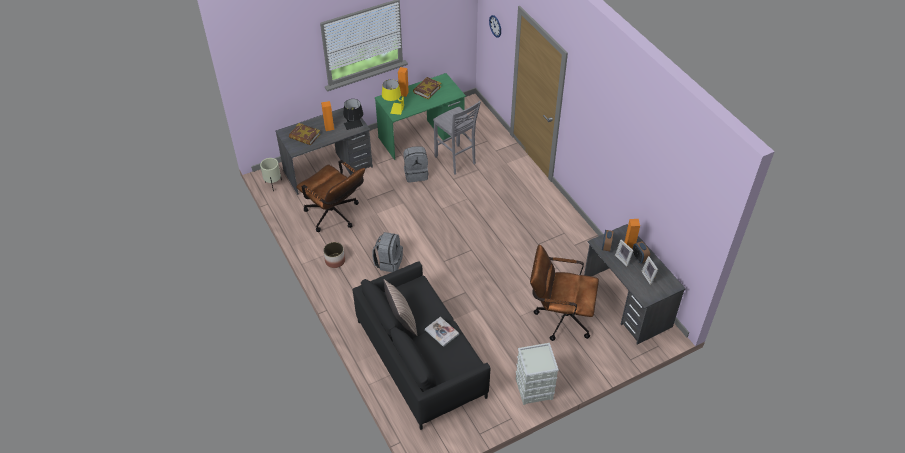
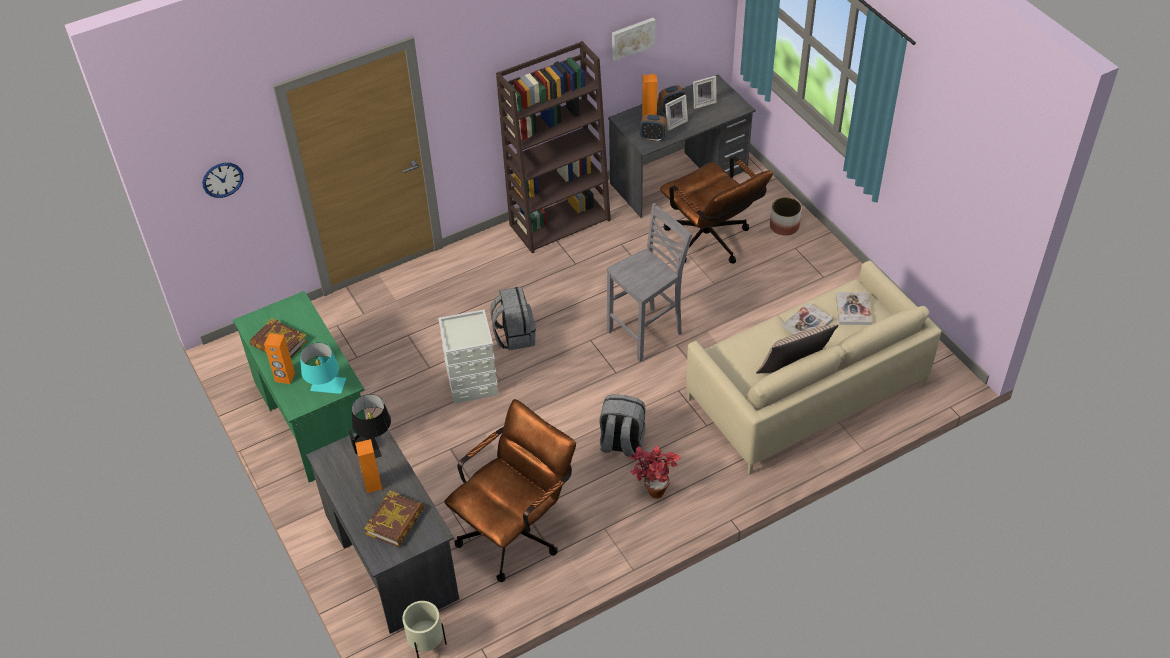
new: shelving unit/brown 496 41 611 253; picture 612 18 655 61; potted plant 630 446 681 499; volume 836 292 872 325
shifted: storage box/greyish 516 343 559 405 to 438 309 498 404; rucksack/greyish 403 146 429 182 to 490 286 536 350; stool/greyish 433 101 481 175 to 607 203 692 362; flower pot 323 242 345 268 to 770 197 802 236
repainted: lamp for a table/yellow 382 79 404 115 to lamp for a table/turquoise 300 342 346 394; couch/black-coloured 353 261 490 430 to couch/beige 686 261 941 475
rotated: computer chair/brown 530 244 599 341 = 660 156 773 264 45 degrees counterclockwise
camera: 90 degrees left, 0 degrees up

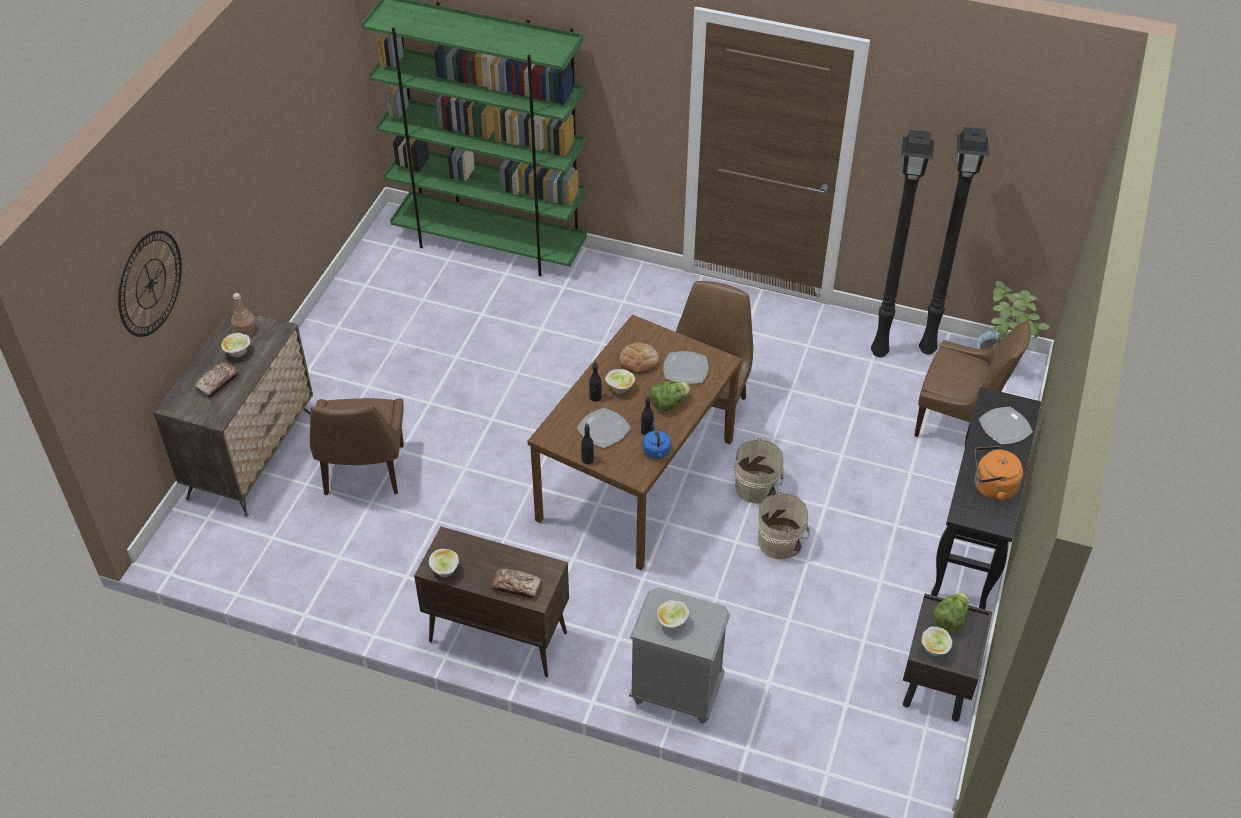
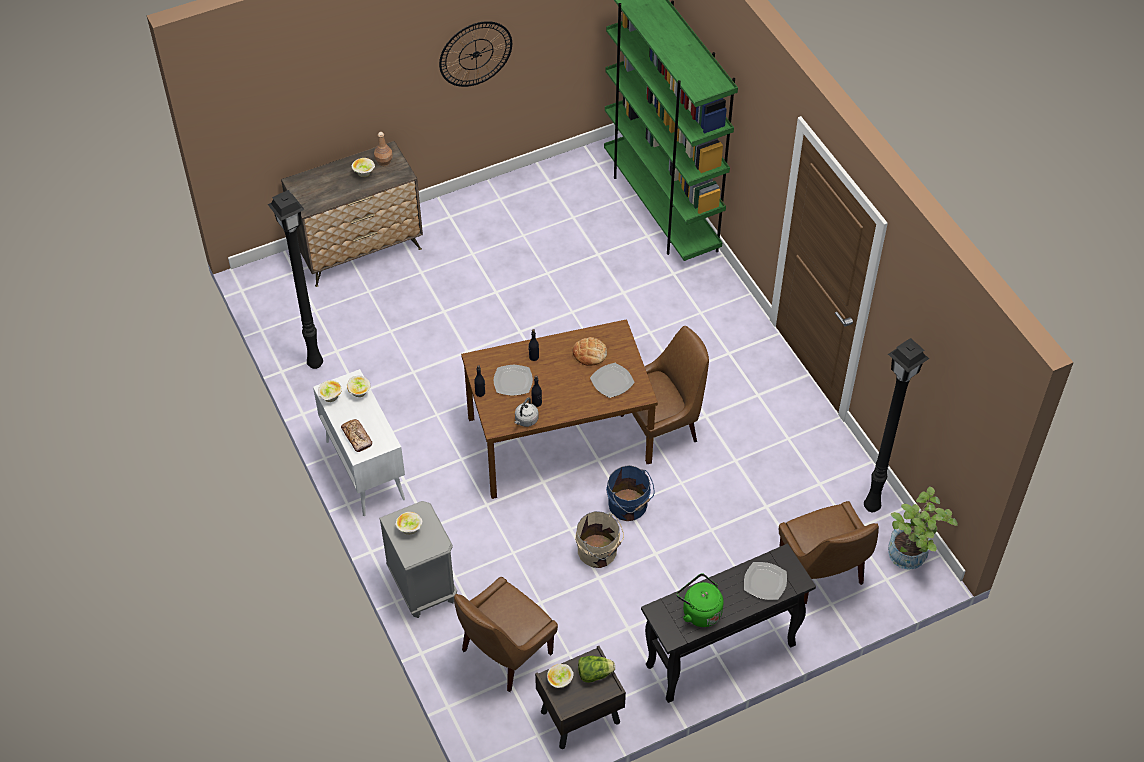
gone: baked bread 195 362 239 397; lettuce head 650 381 690 411
shifted: standing lamp/black-coloured 871 130 934 357 to 268 190 323 369; bowl 605 369 635 394 to 347 375 370 397; clock on the wall 118 230 182 337 to 439 21 512 87; plain chair/brown 310 398 404 495 to 454 577 558 692
repainted: cupboard/brown 414 526 569 677 to cupboard/white-coloured 313 369 405 516; tea kettle/bluish 642 423 671 459 to tea kettle/greyish 514 397 539 427; bucket/beige 734 437 784 504 to bucket/bluish 606 465 655 521; tea kettle/orangey 975 446 1023 501 to tea kettle/greenish 677 573 724 627
camera: 45 degrees right, 5 degrees up

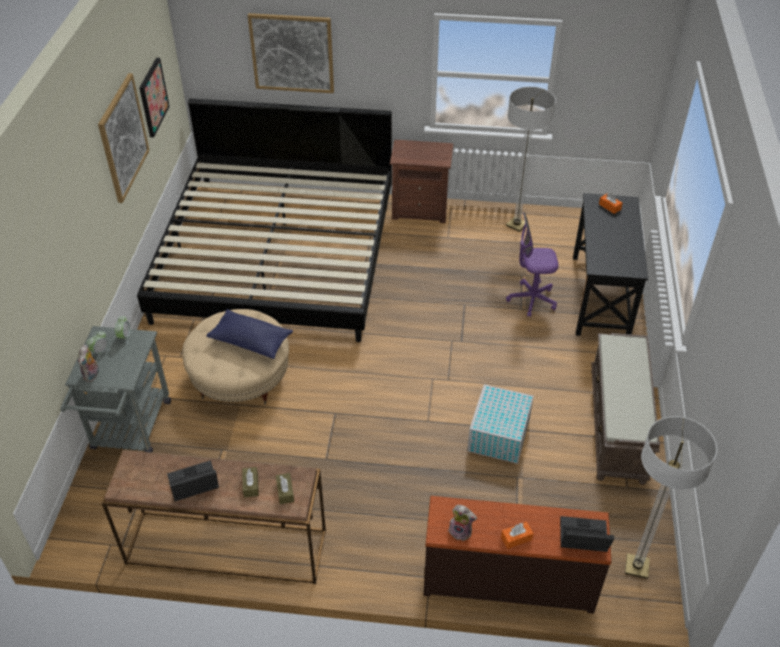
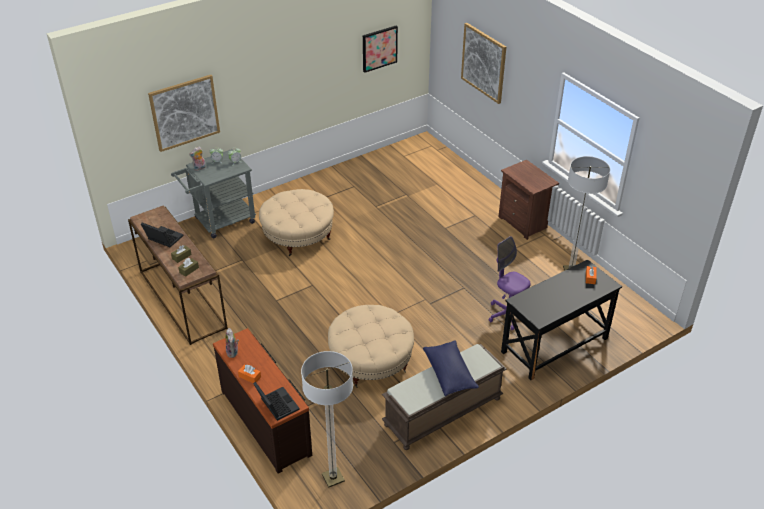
gone: bedroom bed 137 98 392 342
shifted: picture 98 73 149 203 to 148 75 220 152; pillow/bluish 206 309 293 359 to 423 340 479 396
swapped: storage box/white-coloured 467 384 534 464 to ottoman/beige 328 305 414 388
camera: 50 degrees right, 5 degrees down

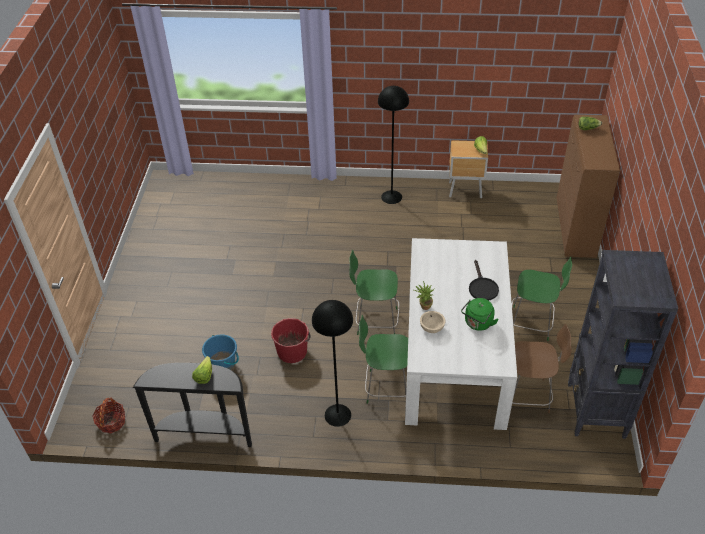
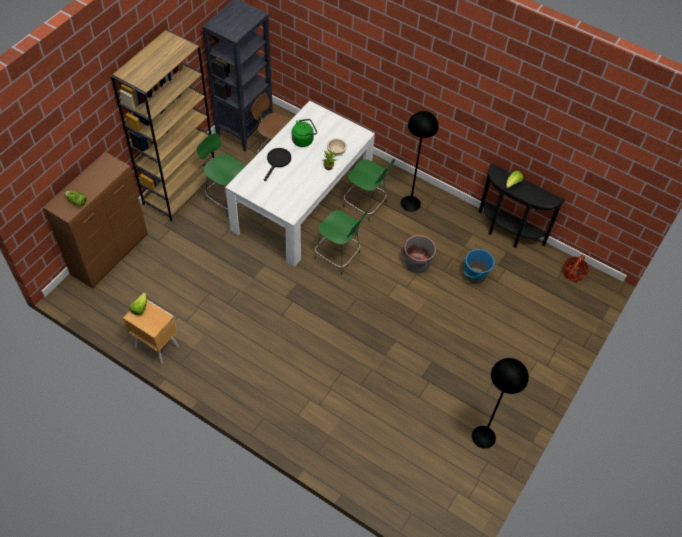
new: shelving unit/brown 111 30 214 221
shifted: standing lamp/black-coloured 378 86 409 204 to 472 358 529 449
repainted: bucket/red 271 318 311 363 to bucket/greyish 403 235 436 273
camera: 155 degrees left, 10 degrees up

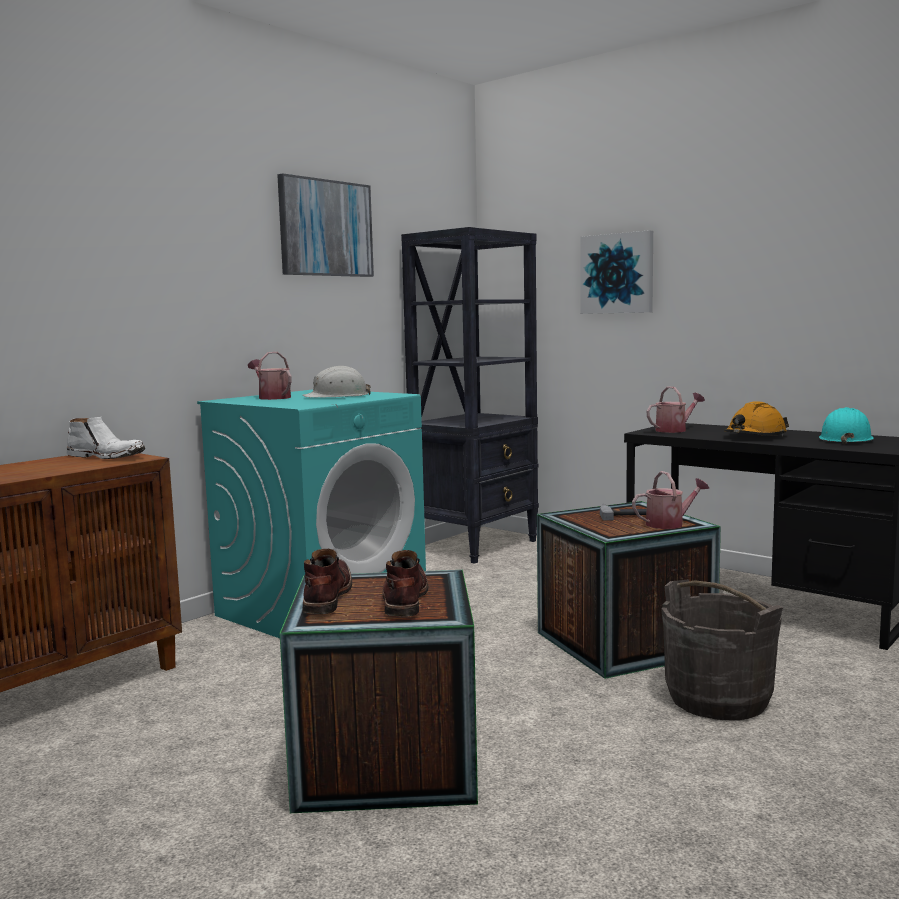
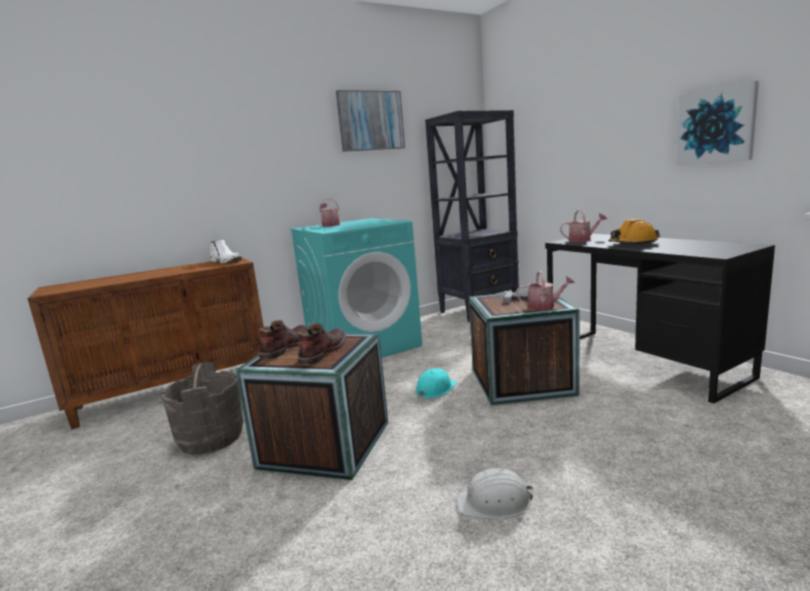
shifted: bucket/greyish 662 579 783 720 to 160 362 243 455; safety helmet/turquoise 819 407 874 444 to 415 368 457 398; safety helmet/white-coloured 302 366 371 397 to 456 468 533 520; picture 580 230 653 314 to 676 81 759 165
camera: 20 degrees right, 5 degrees up

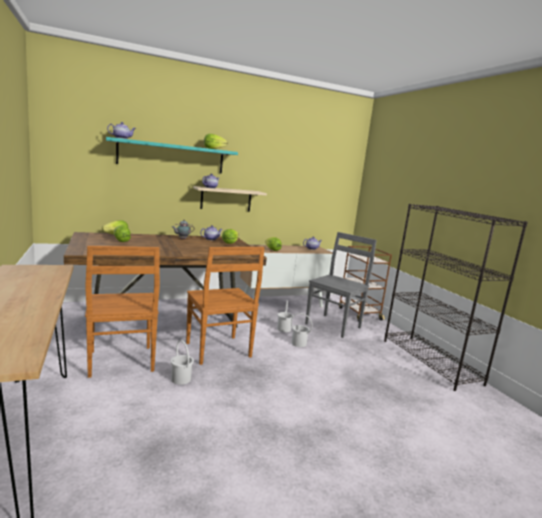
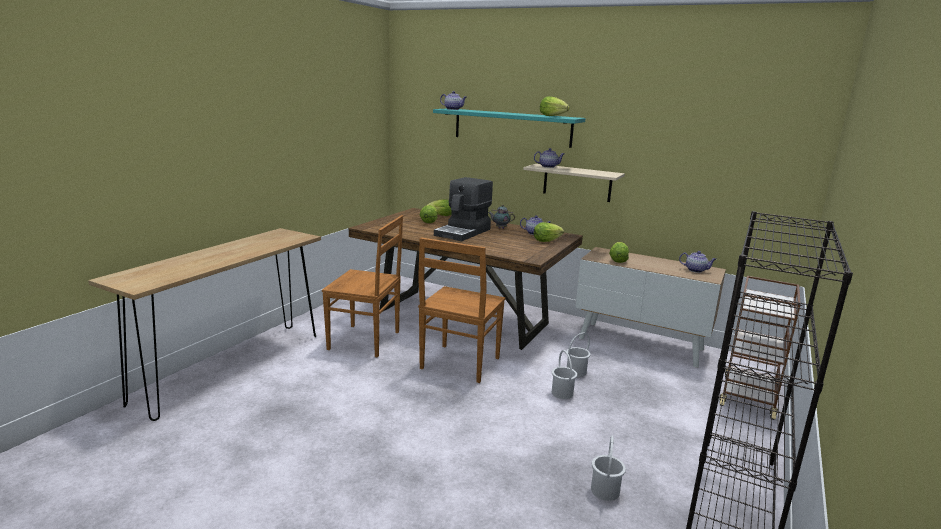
gone: plain chair/greyish 305 232 377 338
new: coffee brewer 434 177 493 241
shifted: bucket/white-coloured 170 340 194 385 to 591 436 626 501
rotated: plain chair/brown 85 246 160 378 = 322 215 403 358 105 degrees counterclockwise
camera: 50 degrees right, 5 degrees up

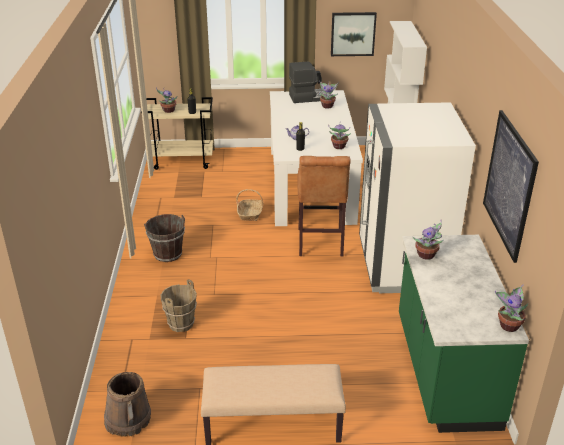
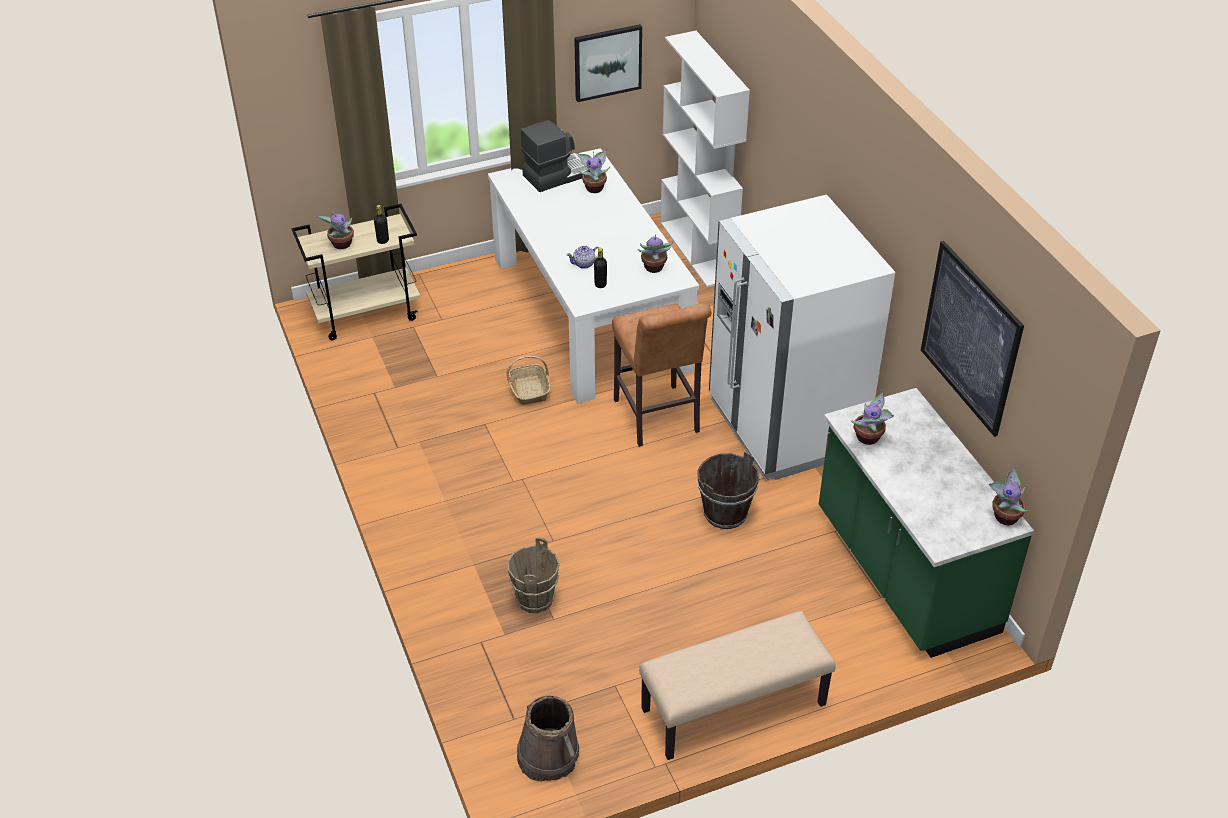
shifted: bucket/brown 144 214 185 262 to 697 452 759 529
camera: 20 degrees left, 10 degrees up

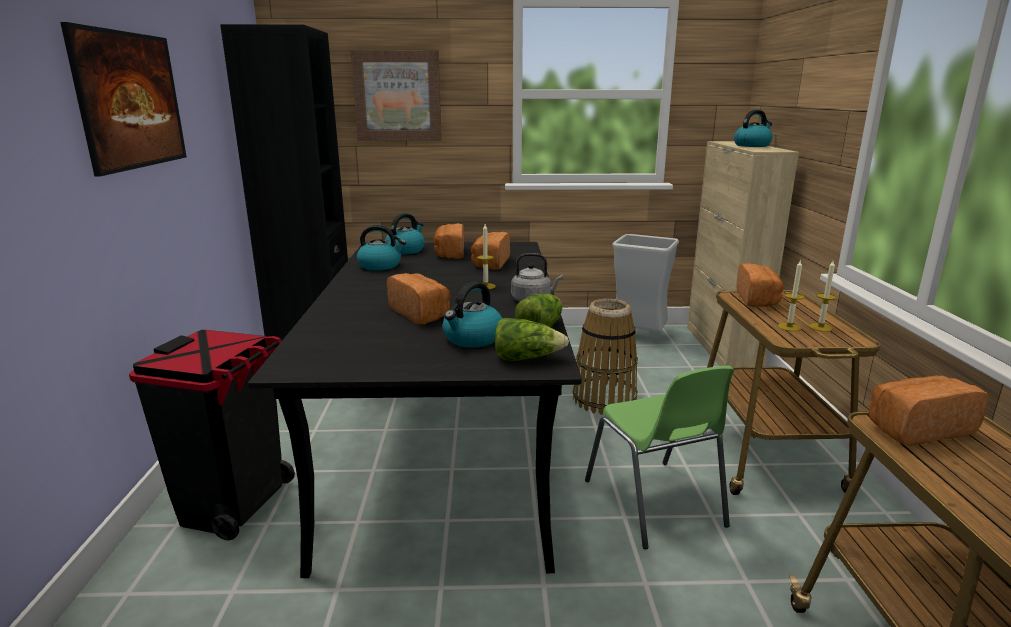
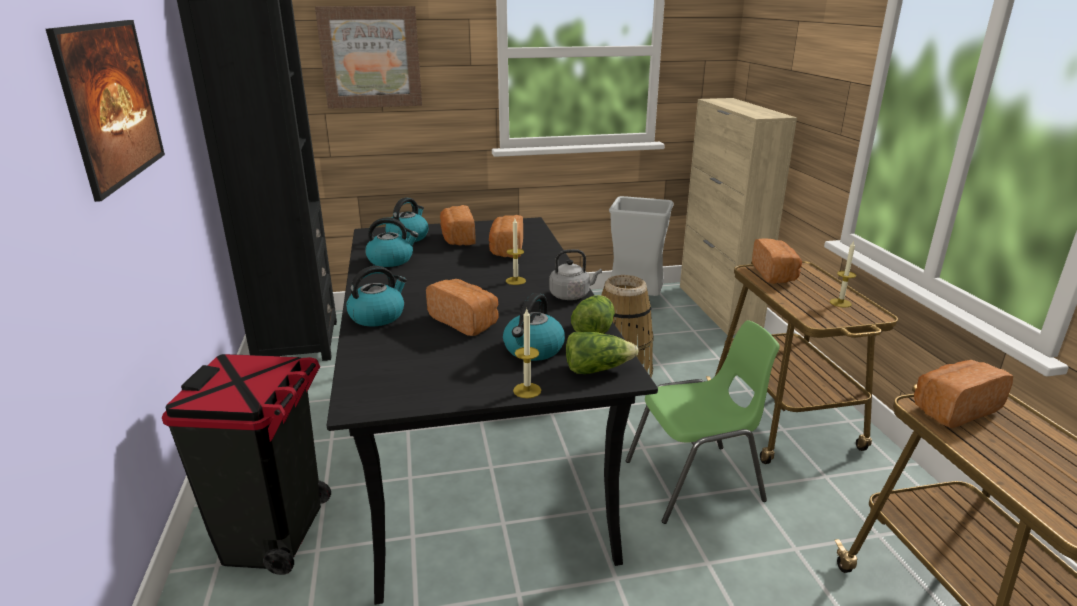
shifted: tea kettle 734 110 773 147 to 346 266 407 326; wax light 778 259 805 331 to 513 308 541 398
rotated: plain chair/greenish 585 366 734 549 = 626 320 780 524 75 degrees counterclockwise
camera: 10 degrees left, 5 degrees up

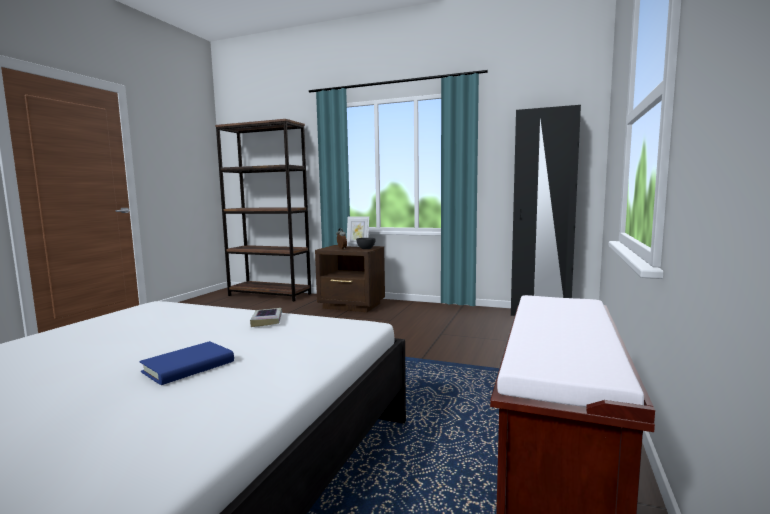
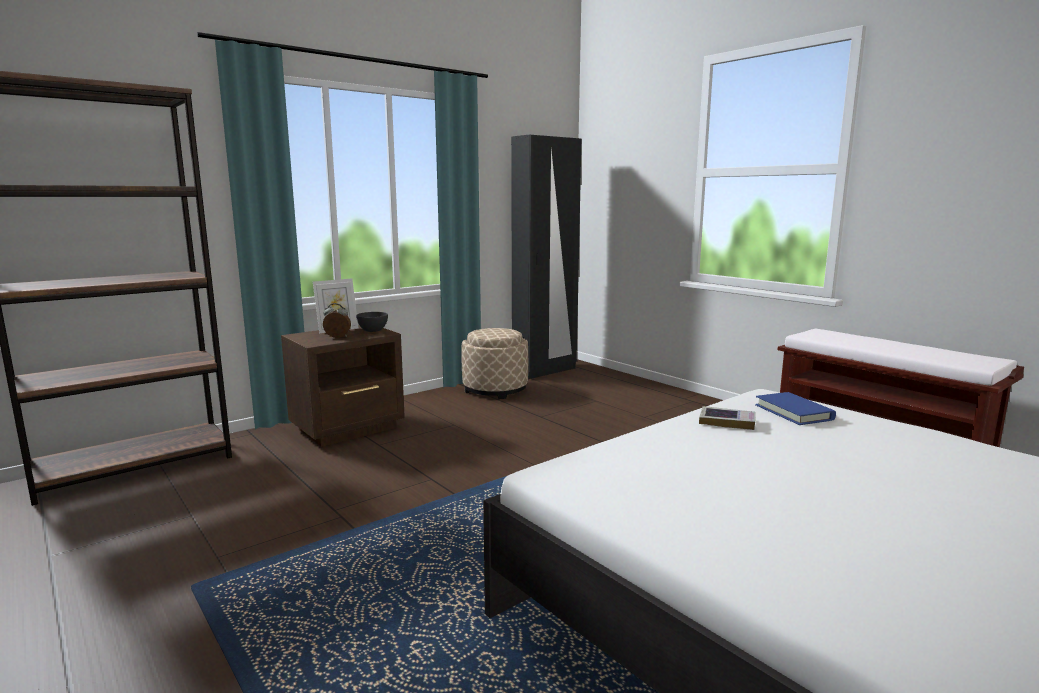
new: ottoman/beige 462 328 528 399
shifted: volume/bluish 140 341 234 385 to 755 392 836 425
camera: 60 degrees left, 5 degrees up

